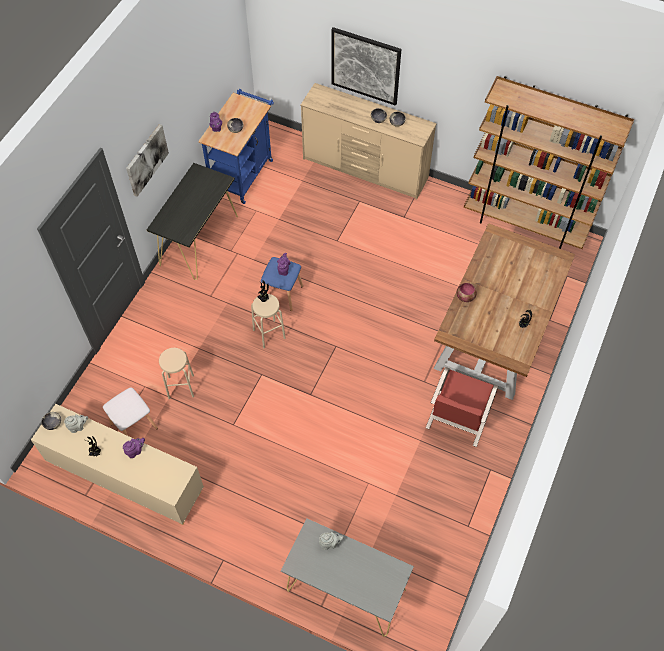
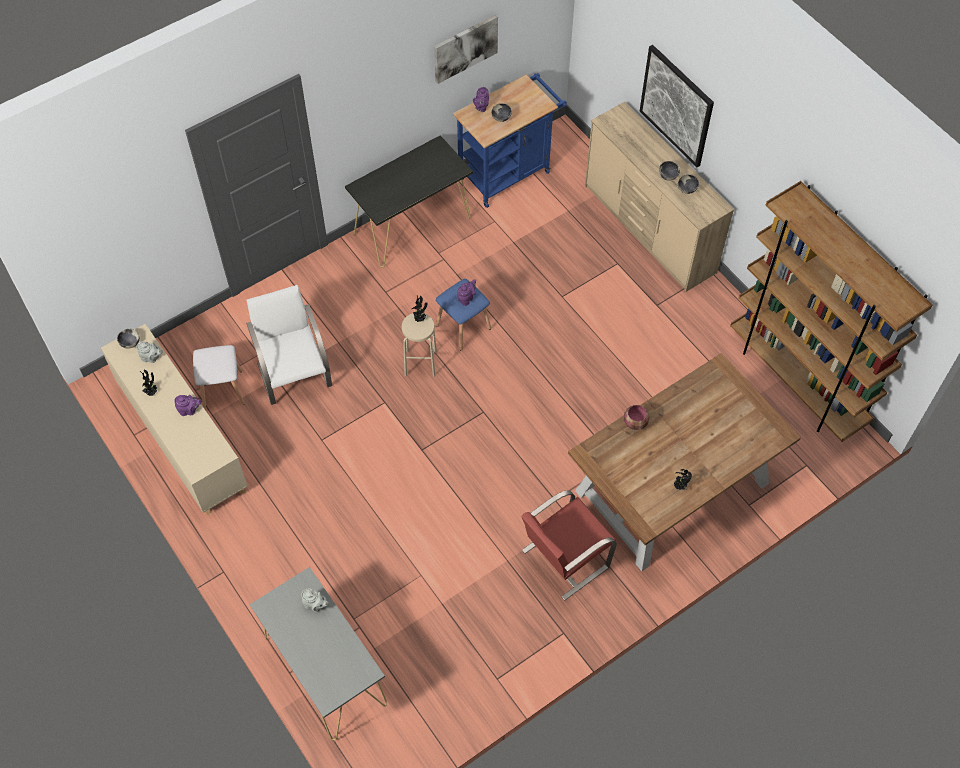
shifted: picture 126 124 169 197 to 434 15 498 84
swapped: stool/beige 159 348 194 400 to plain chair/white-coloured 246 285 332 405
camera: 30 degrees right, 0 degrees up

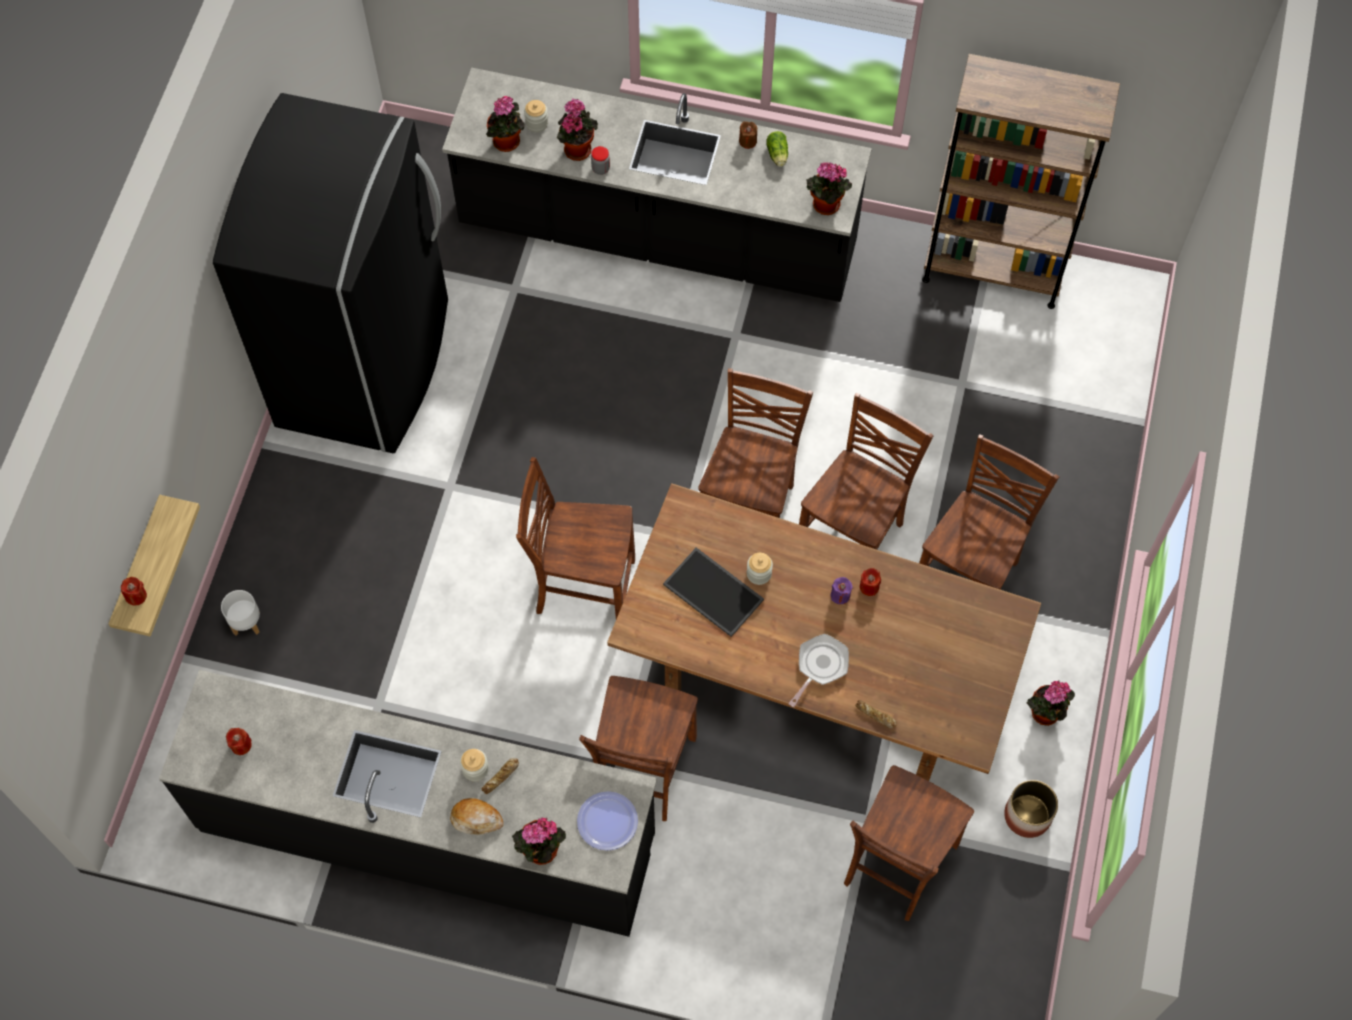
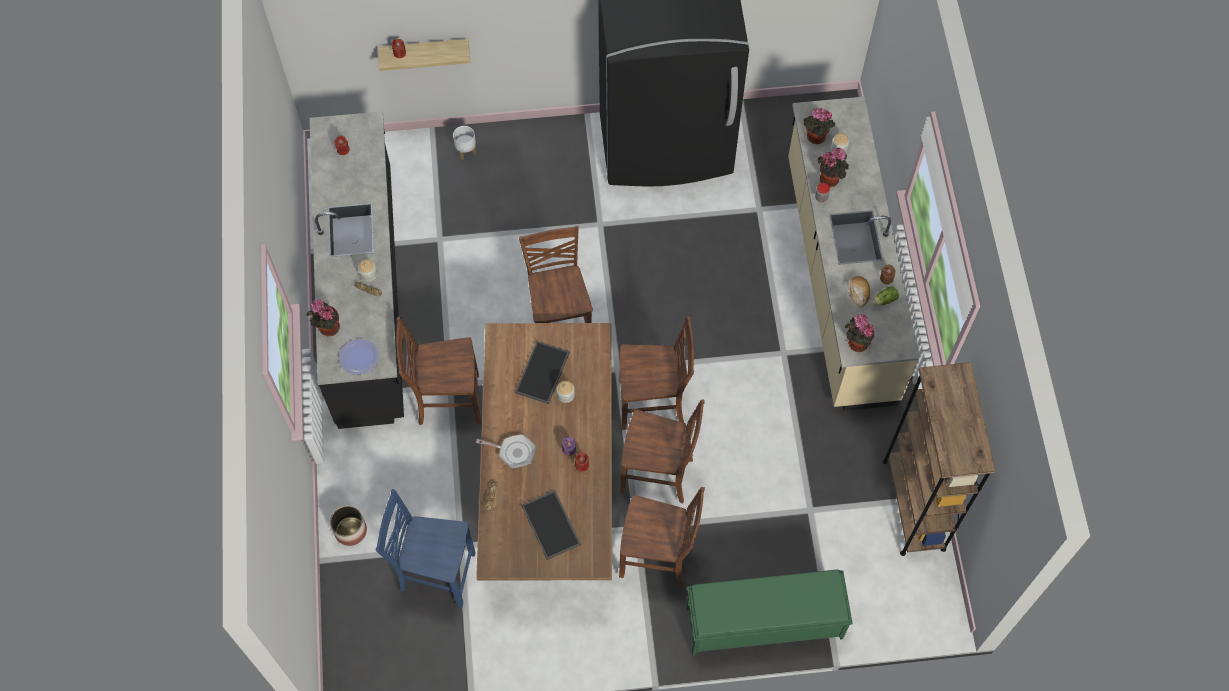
gone: potted plant 1027 681 1075 726
new: tray 521 490 581 560; bench/greenish 686 570 853 655
shifted: flower pot 1004 780 1058 838 to 330 506 367 546; baked bread 450 798 503 835 to 847 276 870 307
repainted: plain chair/brown 844 765 974 921 to plain chair/bluish 376 489 476 608; kitchen base unit/black-coloured 442 67 872 302 to kitchen base unit/beige 788 97 920 411
camera: 70 degrees right, 0 degrees up

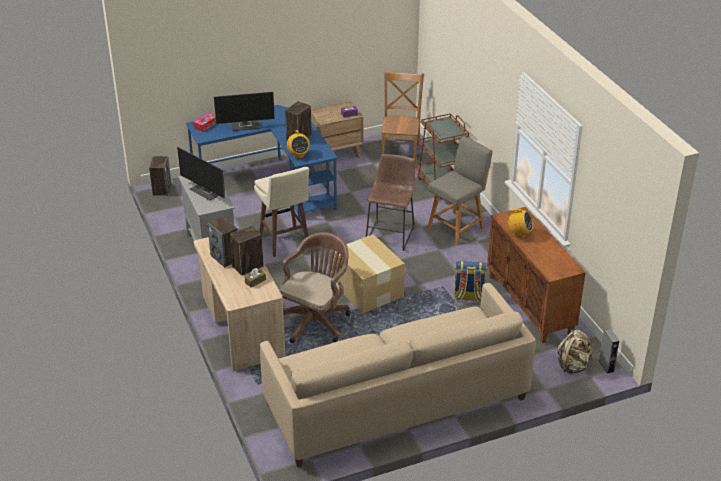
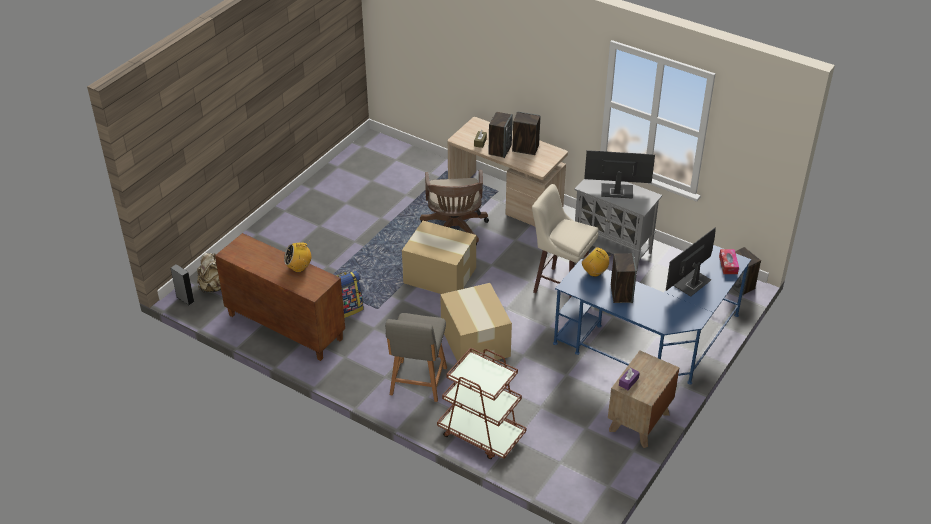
gone: couch/beige 260 283 536 467; plain chair/brown 381 71 424 164
swapped: stool/brown 366 154 415 251 to cardboard box 440 283 512 362
camera: 145 degrees right, 5 degrees up

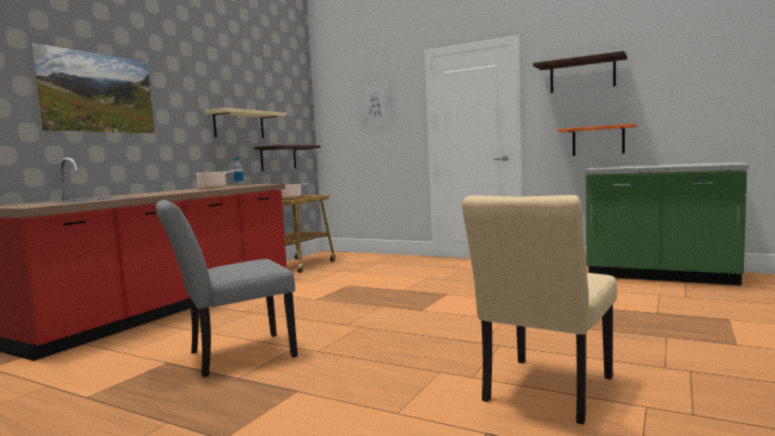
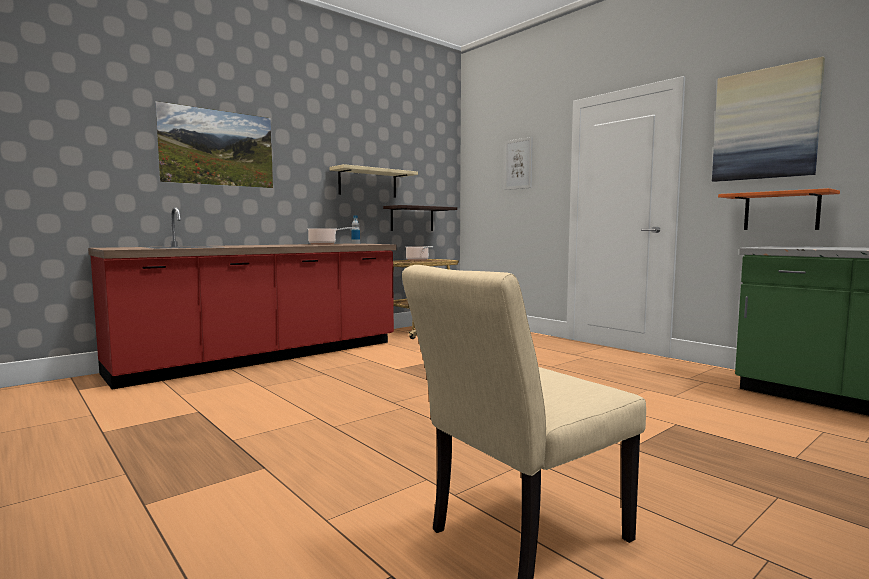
gone: plain chair/greyish 155 200 298 377
swapped: wall shelf 533 51 627 93 to picture 712 57 825 182
camera: 20 degrees right, 0 degrees up

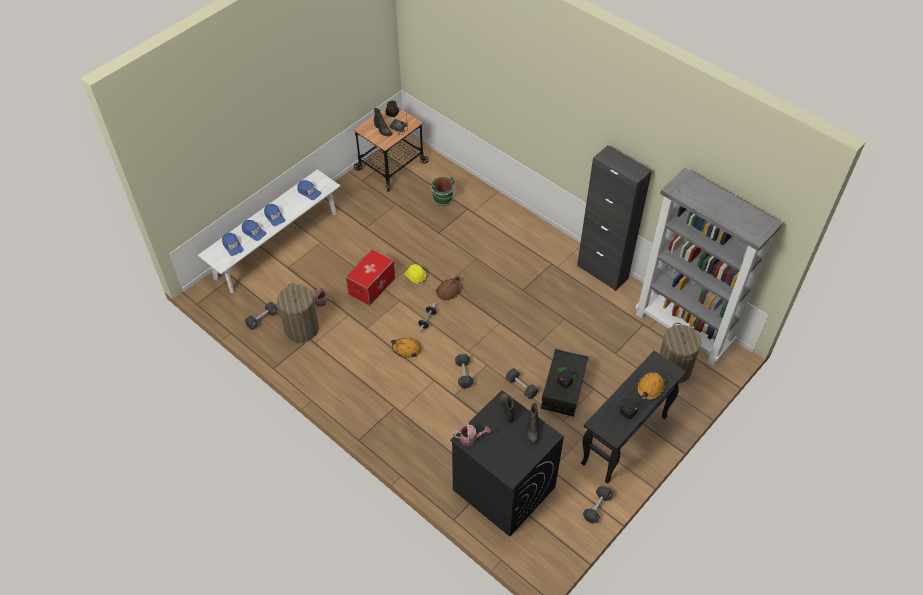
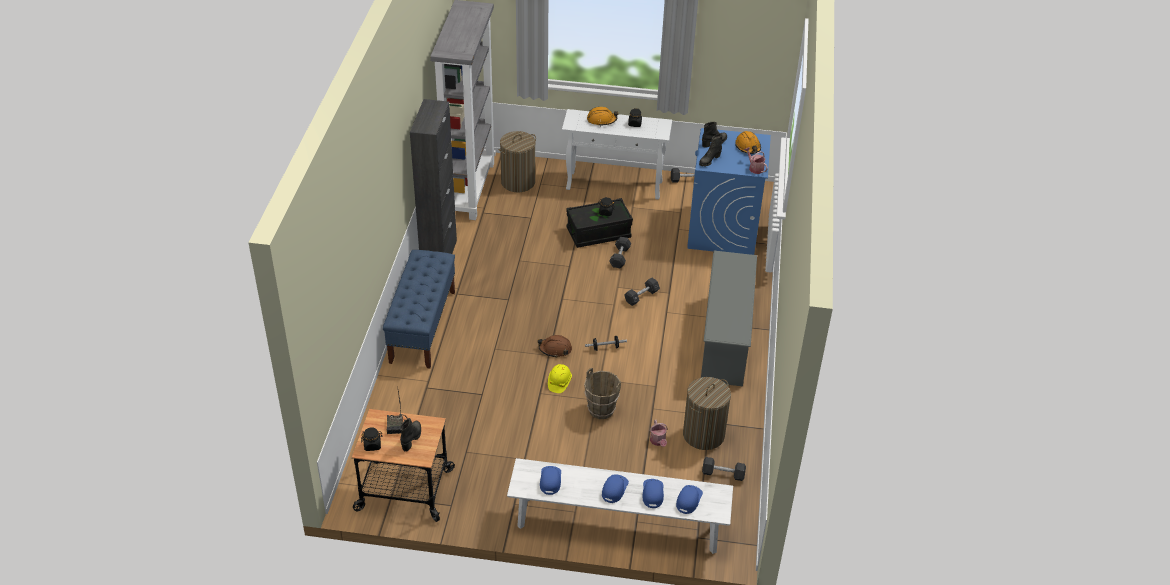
gone: bucket/greenish 431 177 456 206
new: bench/bluish 383 250 455 368; shoe rack/greyish 701 251 757 386
shifted: safety helmet/orangey 391 337 421 358 to 735 131 761 154
swapped: storage box 345 249 395 306 to bucket/brown 584 368 621 419
repainted: console table/black-coloured 581 351 686 484 to console table/white-coloured 562 109 672 200; laundry appliance/black-coloured 450 390 564 537 to laundry appliance/bluish 687 128 771 255
camera: 125 degrees left, 10 degrees down

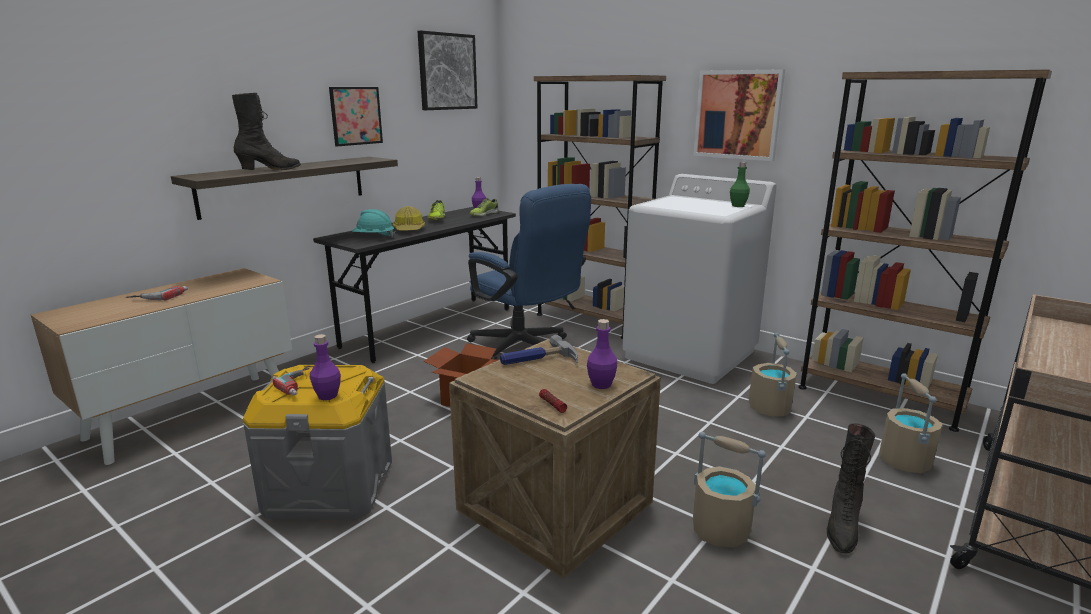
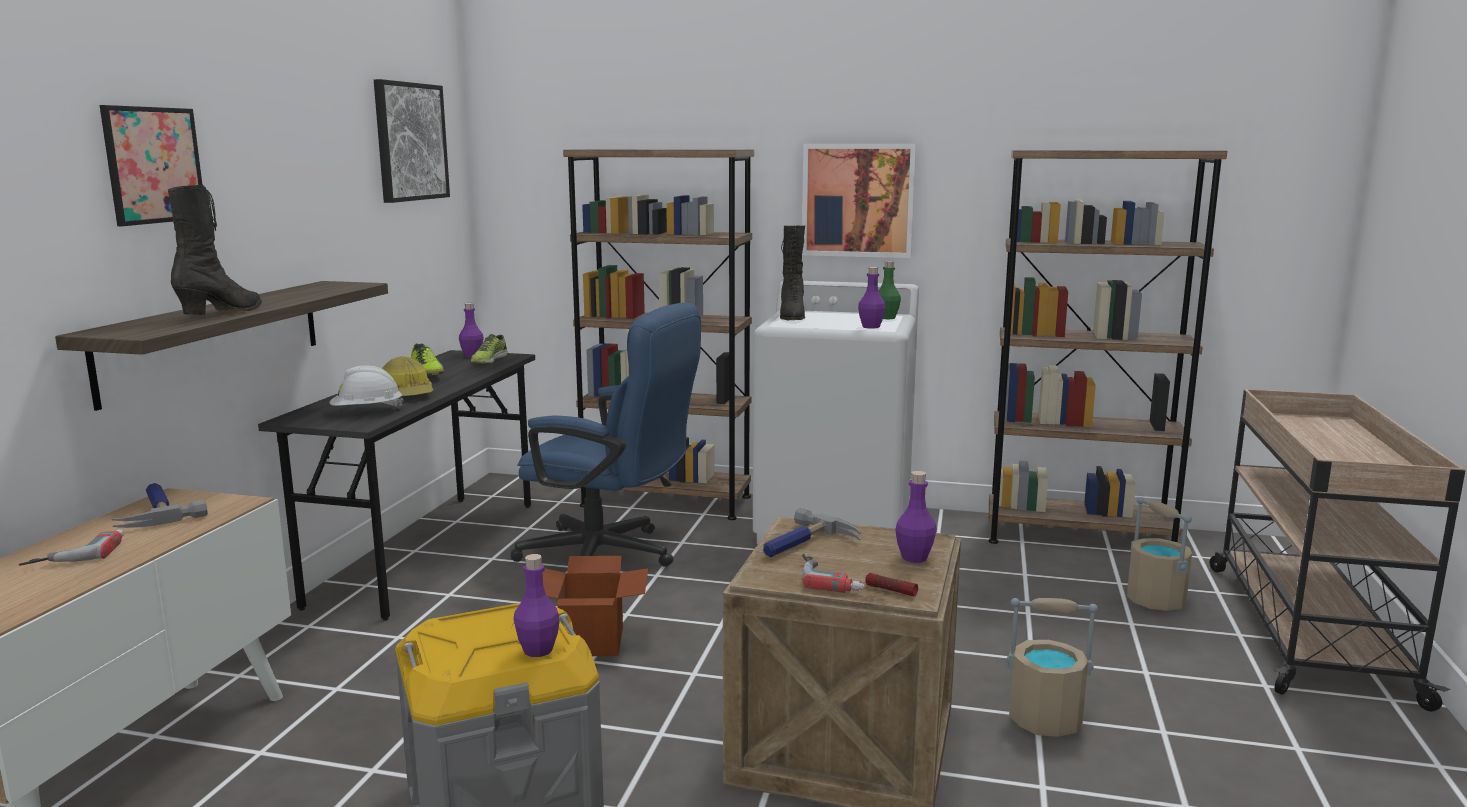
gone: bucket/beige 748 333 797 416
new: hammer 112 483 208 528; drink bottle/purple-coloured 858 267 886 329
shifted: picture 329 87 383 146 to 100 105 202 226; high-top boot/black-coloured 827 424 875 554 to 780 225 805 320; electric drill 273 365 311 396 to 802 554 866 593
repainted: safety helmet/turquoise 352 209 395 238 to safety helmet/white-coloured 330 366 403 409
camera: 25 degrees left, 5 degrees down

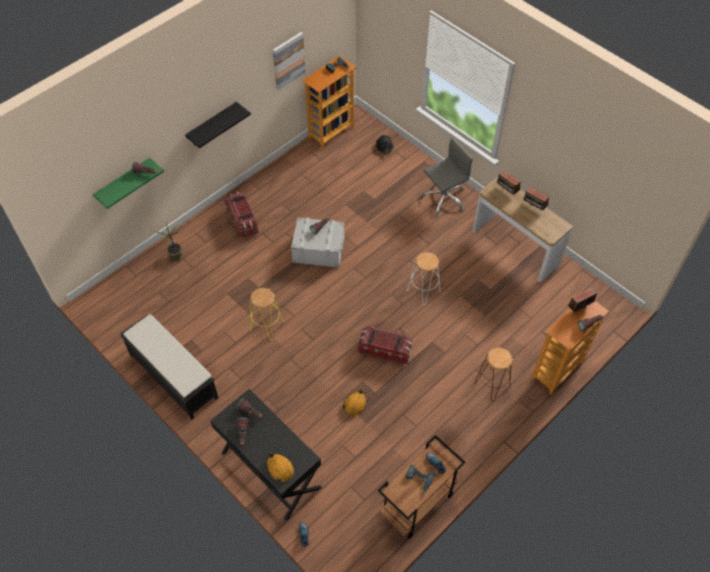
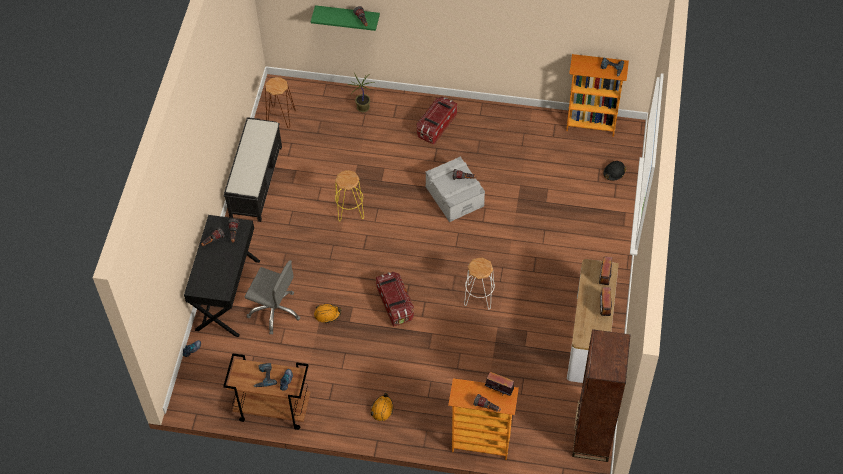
gone: wall shelf/black-coloured 185 102 251 148; picture 273 32 306 90
new: shelving unit/brown 572 329 630 462
shifted: computer chair/greyish 420 137 473 216 to 244 260 301 335; stool/brown 474 347 513 401 to 265 77 296 128; safety helmet/orangey 267 452 294 482 to 371 393 394 421
camera: 55 degrees right, 0 degrees up

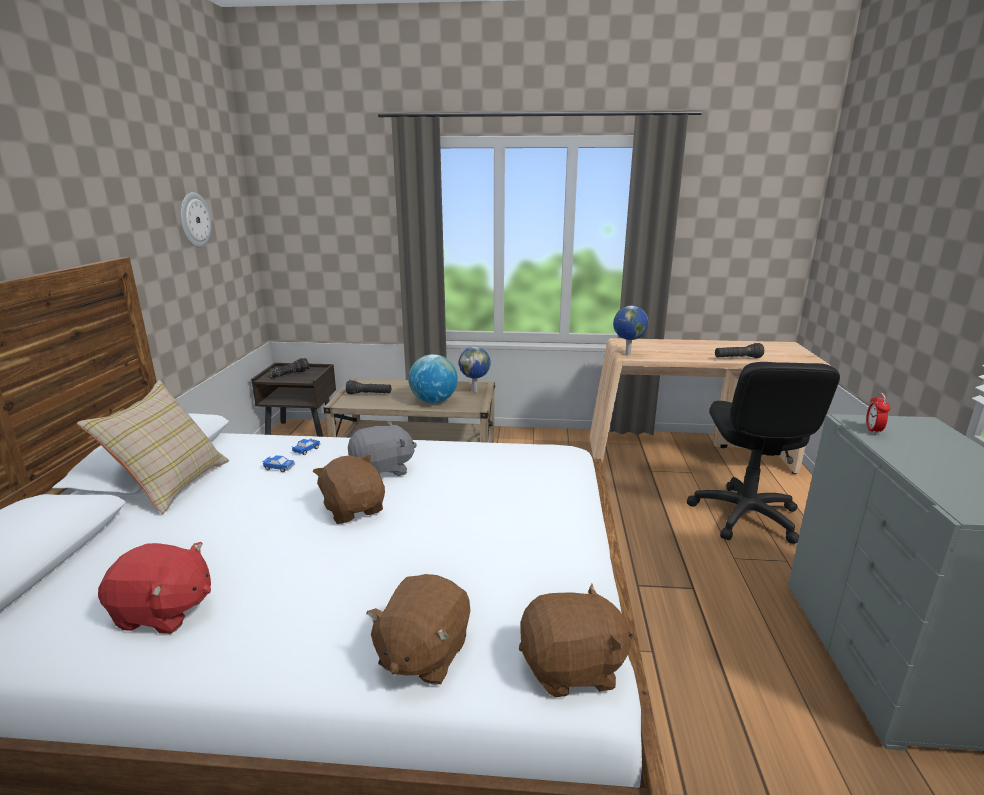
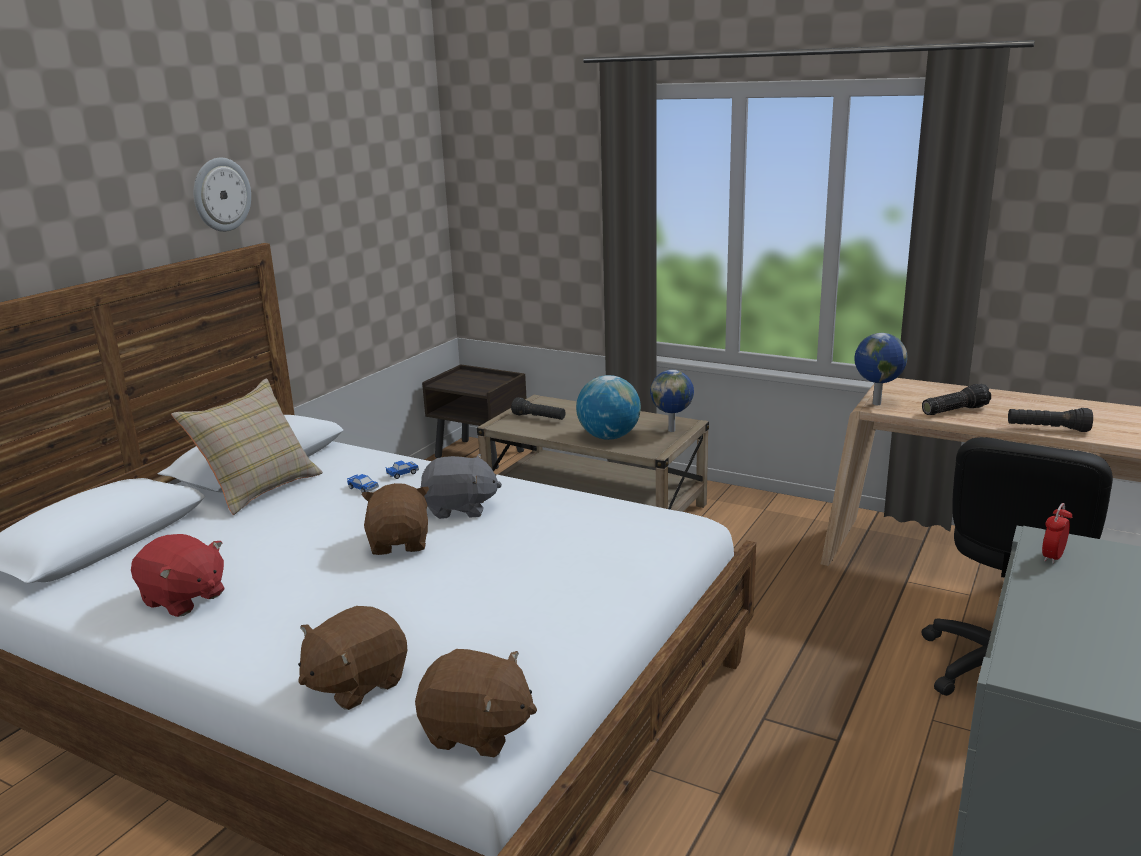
shifted: clock on the wall 180 192 211 247 to 193 158 251 232; hand torch 269 358 310 378 to 922 384 991 415
camera: 25 degrees right, 0 degrees up

